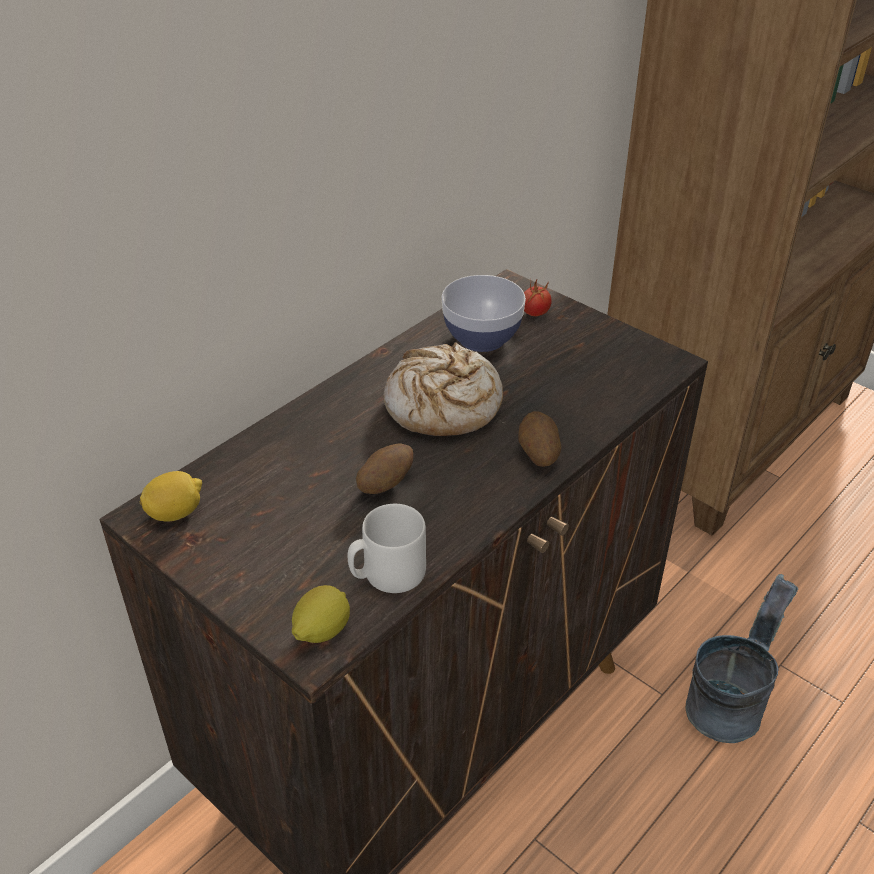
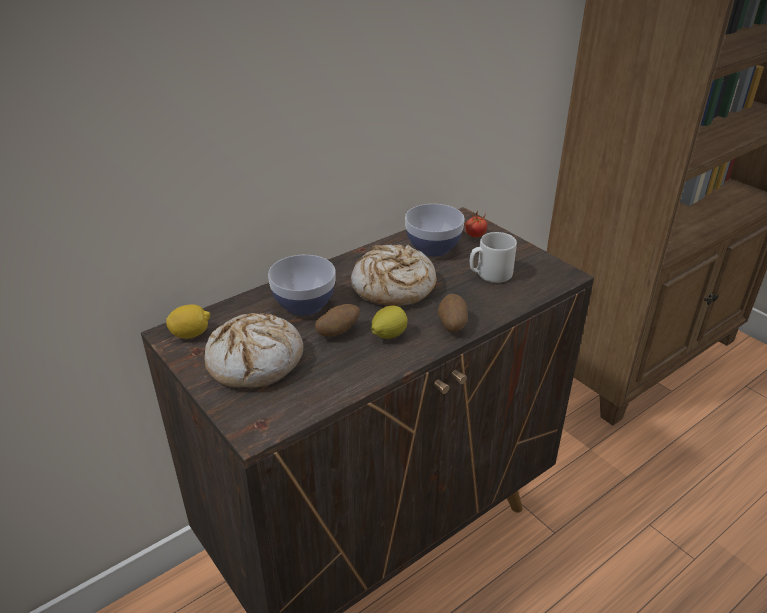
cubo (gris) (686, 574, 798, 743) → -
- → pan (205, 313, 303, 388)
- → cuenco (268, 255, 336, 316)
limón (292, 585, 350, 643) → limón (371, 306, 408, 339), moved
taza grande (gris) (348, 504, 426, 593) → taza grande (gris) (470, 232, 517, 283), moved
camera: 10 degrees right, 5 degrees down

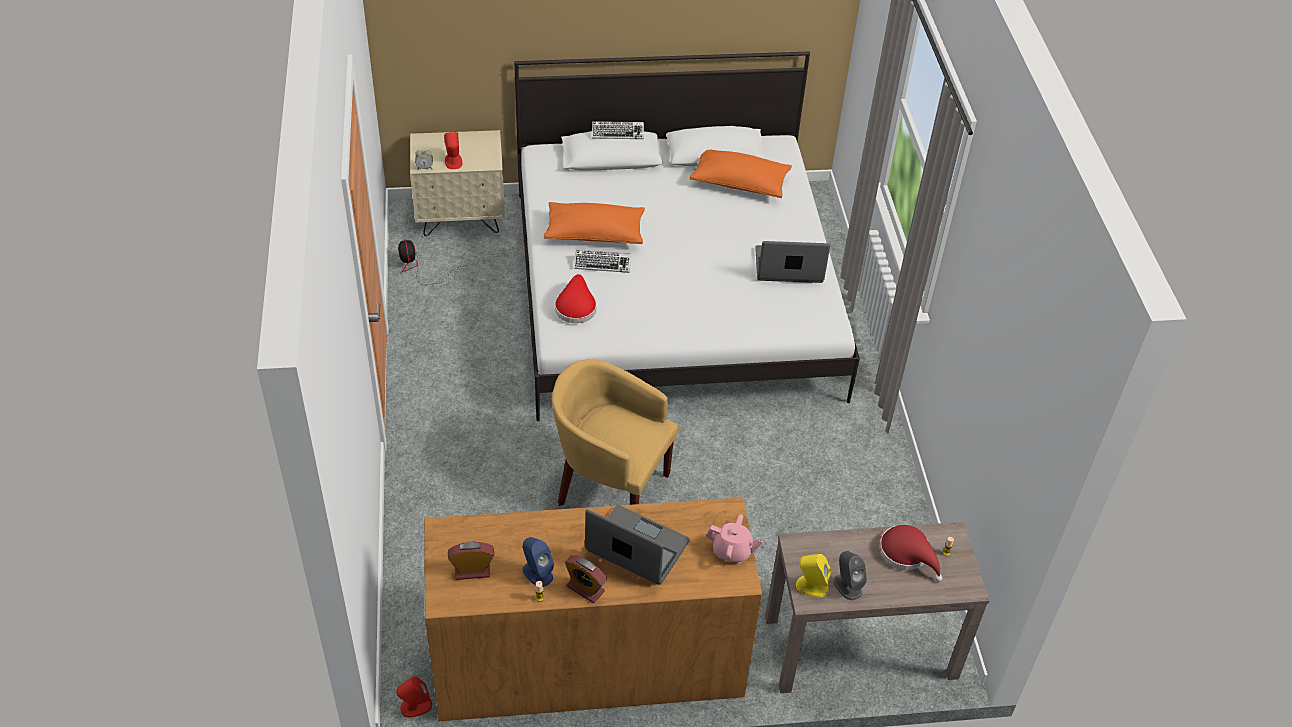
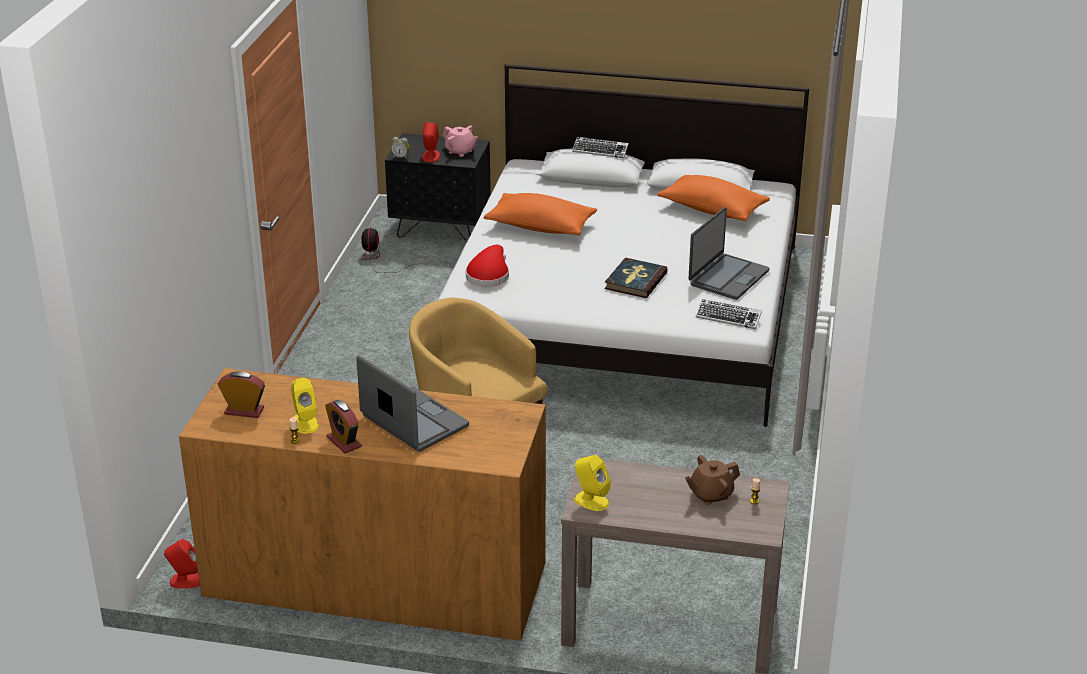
altavoz (gris) (833, 551, 867, 600) → -
- → libro (605, 258, 668, 298)
teclado (574, 250, 631, 273) → teclado (696, 299, 762, 329), moved
tetera (rosa) (706, 514, 763, 563) → tetera (rosa) (443, 125, 478, 157), moved
sombrero (rojo) (879, 525, 943, 582) → tetera (marrón) (685, 455, 740, 505)
mesita de noche (beis) (410, 130, 505, 236) → mesita de noche (negro) (385, 133, 491, 242)
altavoz (azul) (523, 537, 554, 587) → altavoz (amarillo) (291, 378, 319, 434)
portátil (755, 241, 830, 283) → portátil (689, 207, 770, 300), 105 degrees clockwise
camera: 20 degrees right, 15 degrees down

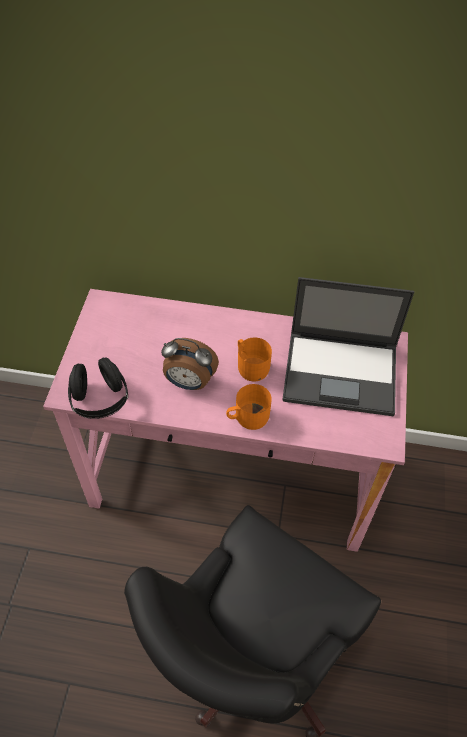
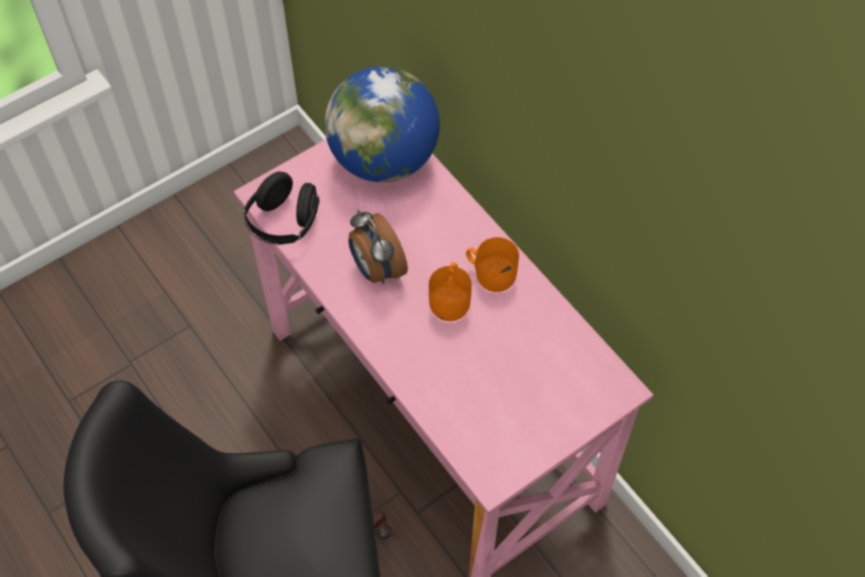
portátil (282, 277, 414, 416) → -
- → globo terráqueo (325, 66, 440, 182)
taza grande (naranja) (226, 384, 272, 430) → taza grande (naranja) (466, 237, 519, 292), moved
camera: 45 degrees right, 5 degrees up

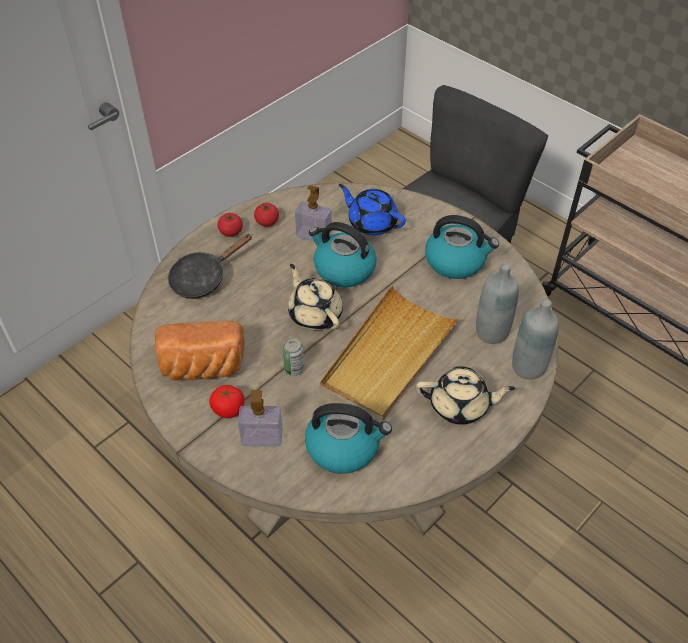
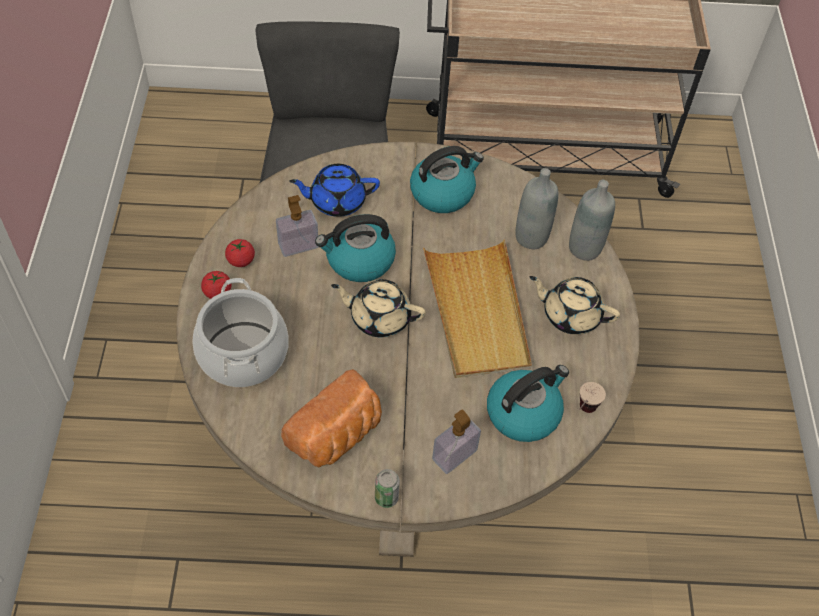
tomate (209, 385, 244, 418) → -
- → taza (580, 382, 606, 413)
lata (282, 338, 304, 376) → lata (375, 469, 400, 508), moved
sartén (negro) (168, 234, 252, 299) → olla (192, 278, 289, 387)
tetera (beis) (416, 366, 515, 425) → tetera (beis) (530, 276, 620, 335), 120 degrees counterclockwise
camera: 45 degrees left, 5 degrees up

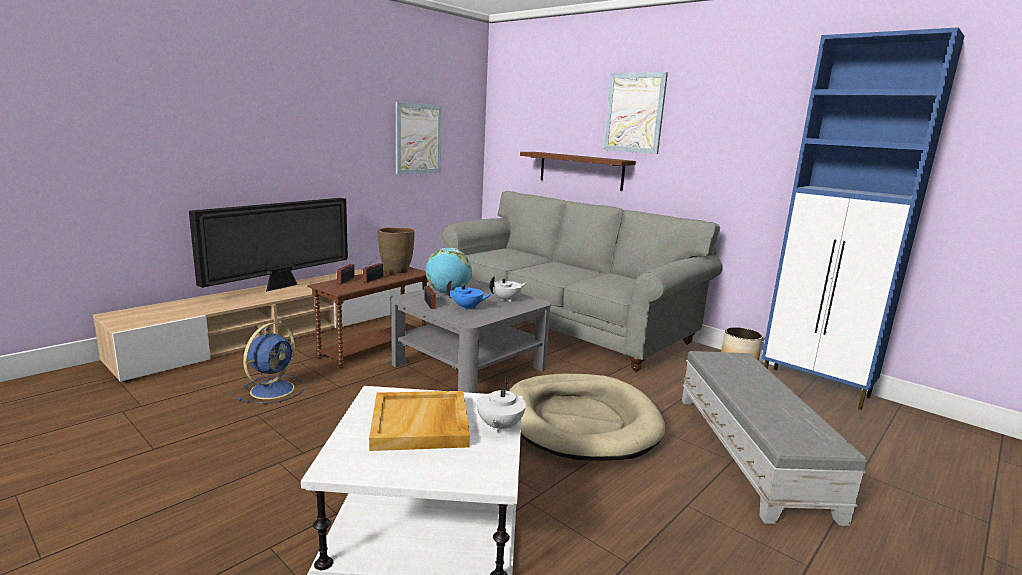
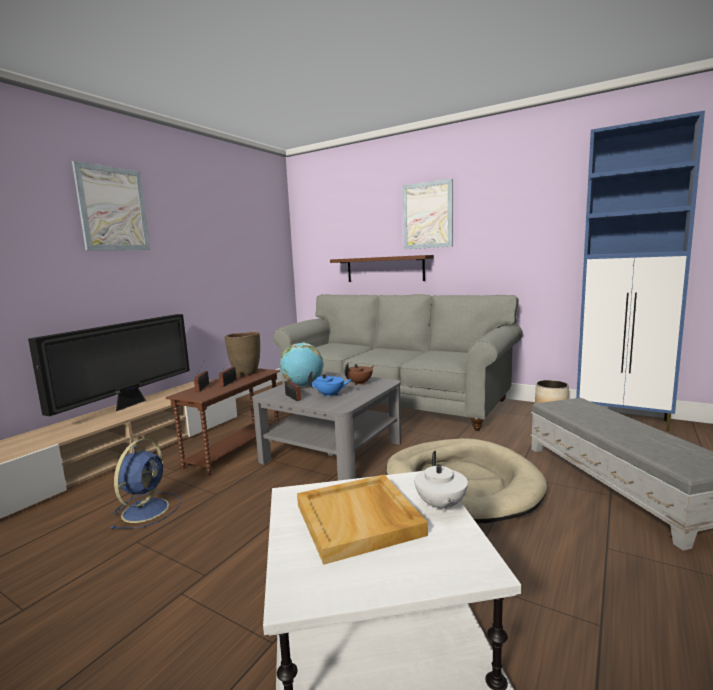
cuadro (396, 102, 442, 174) → cuadro (72, 161, 150, 250), moved
tetera (blanco) (489, 276, 526, 302) → tetera (marrón) (344, 363, 374, 385)
camera: 10 degrees left, 5 degrees down

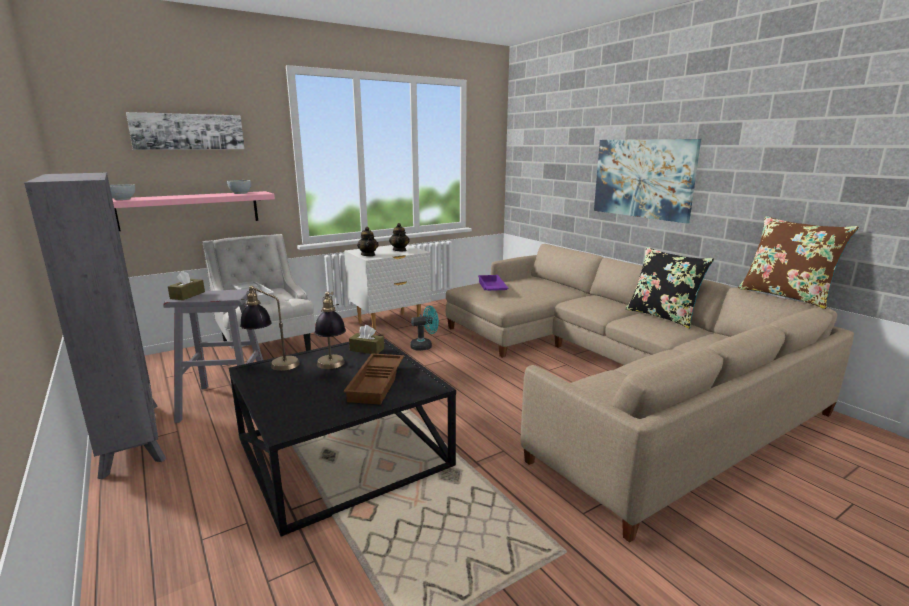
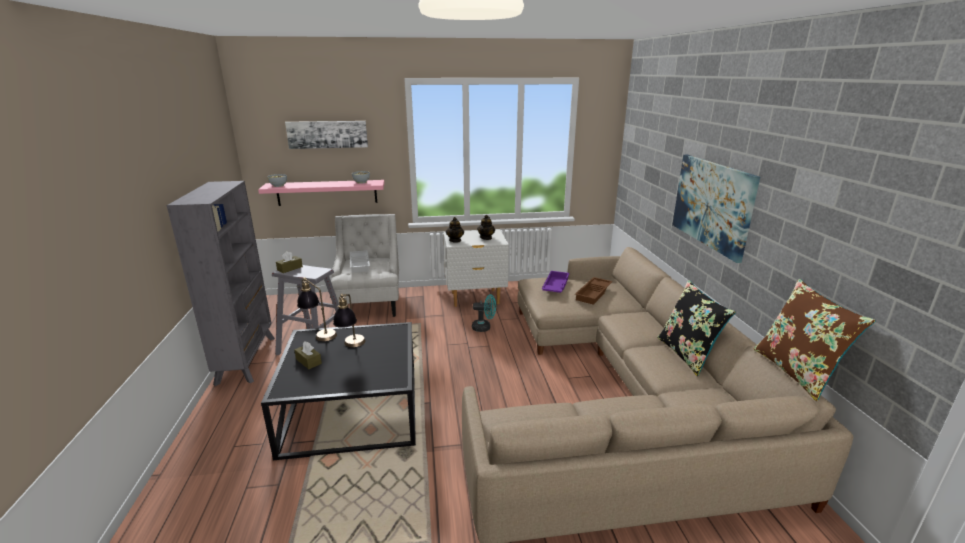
bandeja (marrón) (343, 353, 404, 405) → bandeja (marrón) (575, 277, 612, 305), moved
caja de pañuelos (marrón) (349, 325, 384, 354) → caja de pañuelos (marrón) (294, 341, 322, 369), moved
camera: 25 degrees right, 5 degrees up

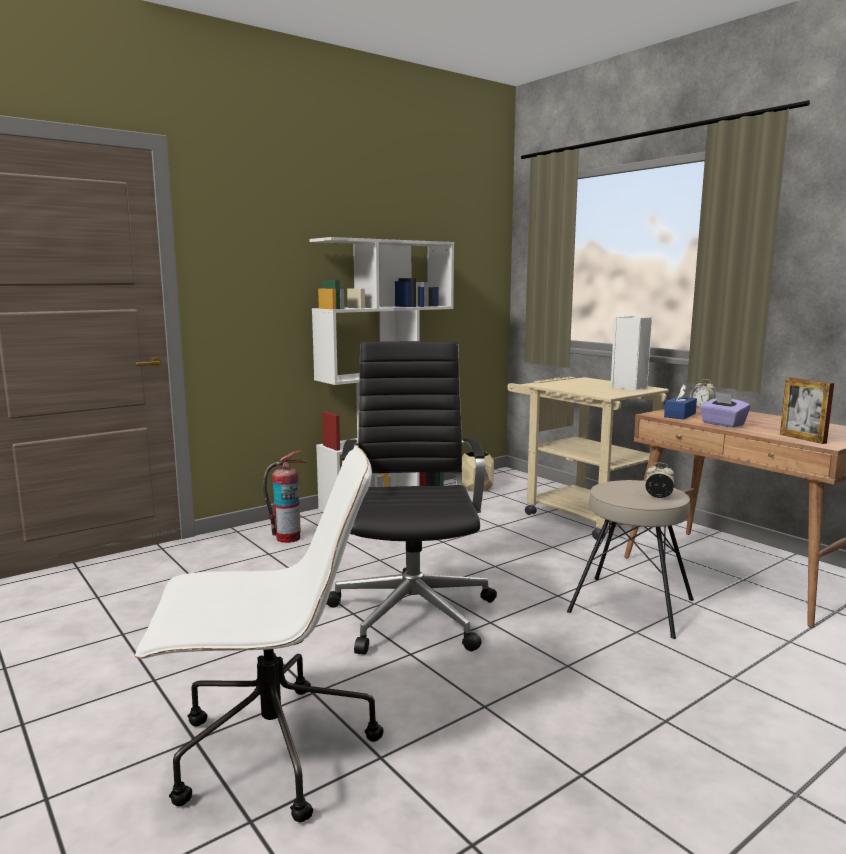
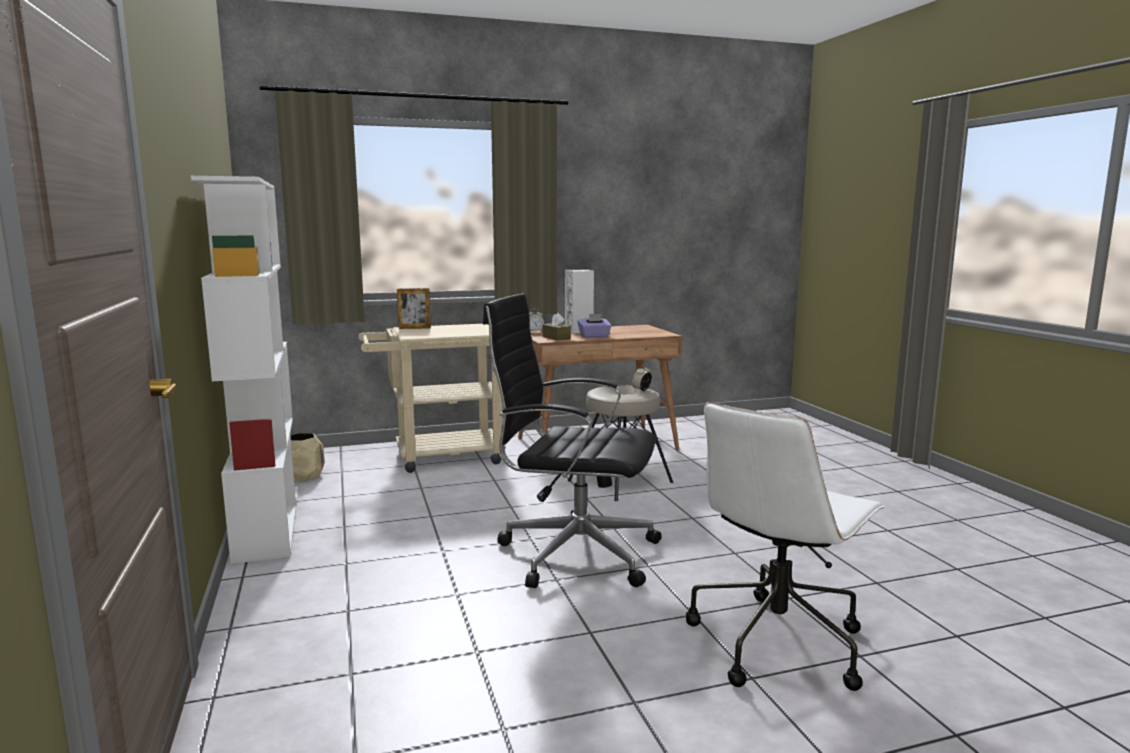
extintor (263, 450, 306, 543) → -
altavoz (blanco) (610, 316, 652, 390) → altavoz (blanco) (565, 270, 594, 333), moved
portarretratos (780, 377, 834, 444) → portarretratos (397, 288, 431, 329), moved
caja de pañuelos (azul) (664, 384, 697, 420) → caja de pañuelos (marrón) (542, 313, 571, 341)
silla de oficina (blanco) (135, 447, 384, 822) → silla de oficina (blanco) (686, 402, 884, 691), 150 degrees counterclockwise
camera: 70 degrees left, 0 degrees up

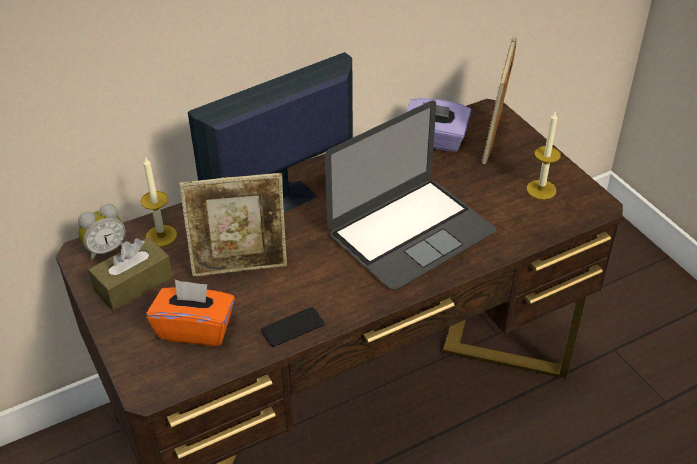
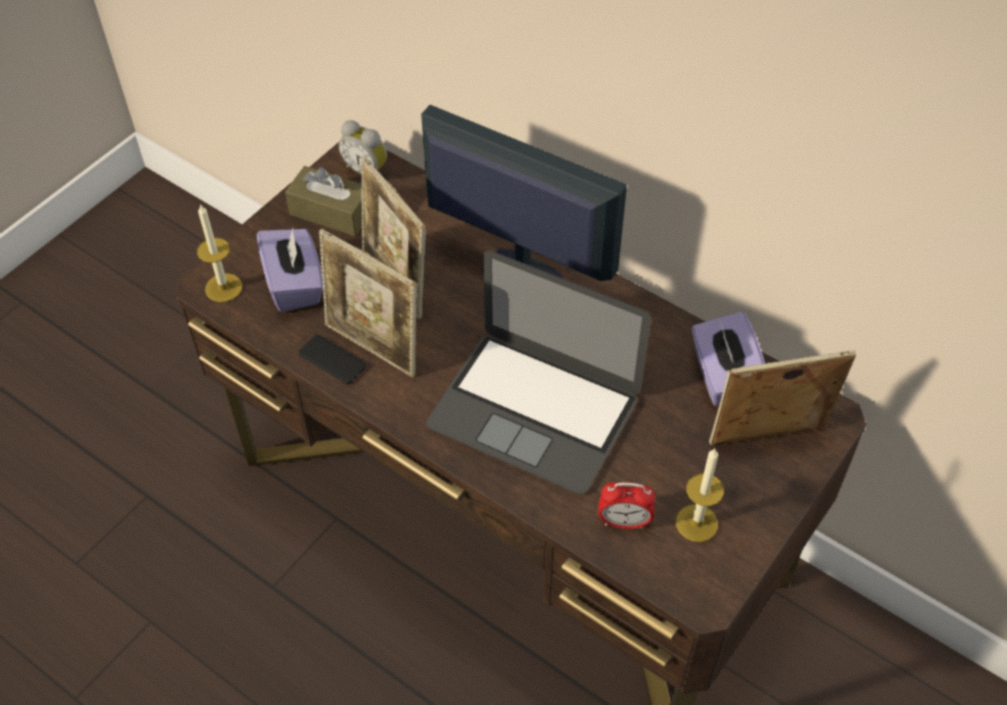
- → portarretratos (319, 229, 417, 377)
- → despertador (598, 482, 656, 529)
vela (140, 156, 177, 247) → vela (197, 204, 242, 302), moved
caja de pañuelos (naranja) (146, 279, 235, 346) → caja de pañuelos (morado) (257, 228, 323, 312)
camera: 65 degrees right, 10 degrees up

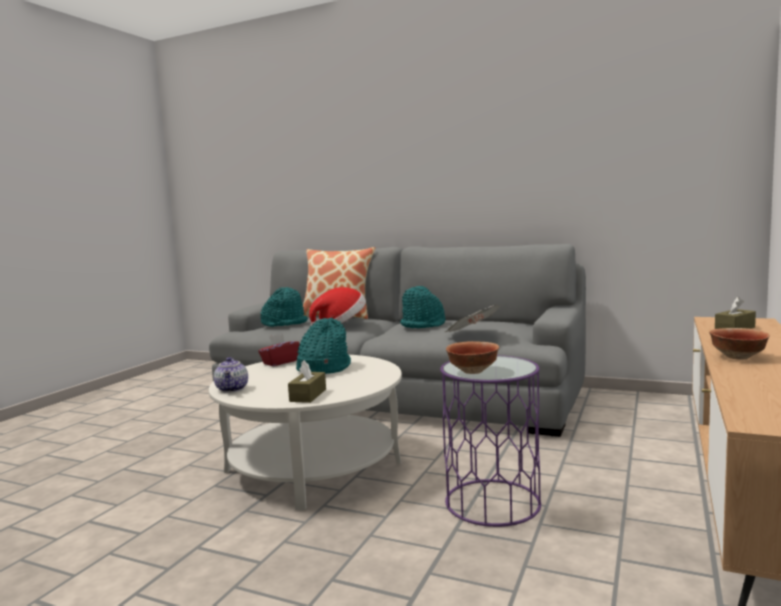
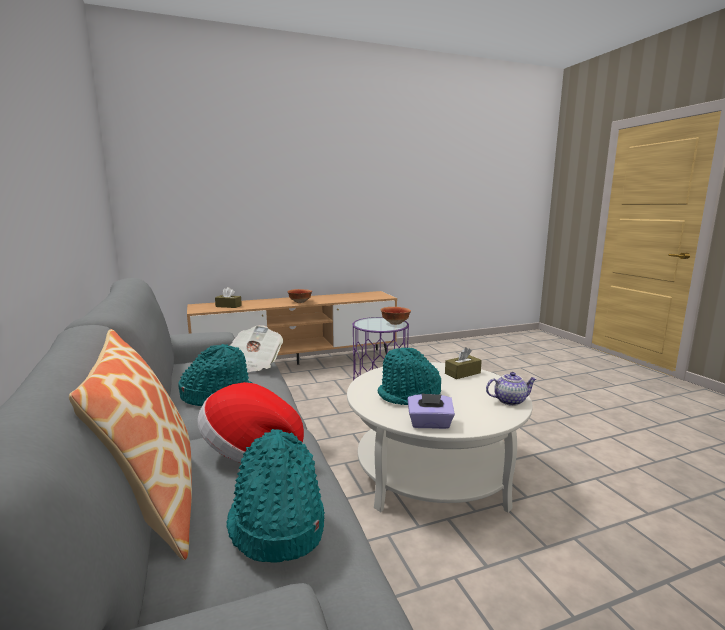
caja de pañuelos (rojo) (258, 333, 300, 366) → caja de pañuelos (morado) (408, 393, 455, 429)
tetera (214, 357, 248, 393) → tetera (486, 372, 537, 406), 45 degrees clockwise
camera: 135 degrees left, 5 degrees up

